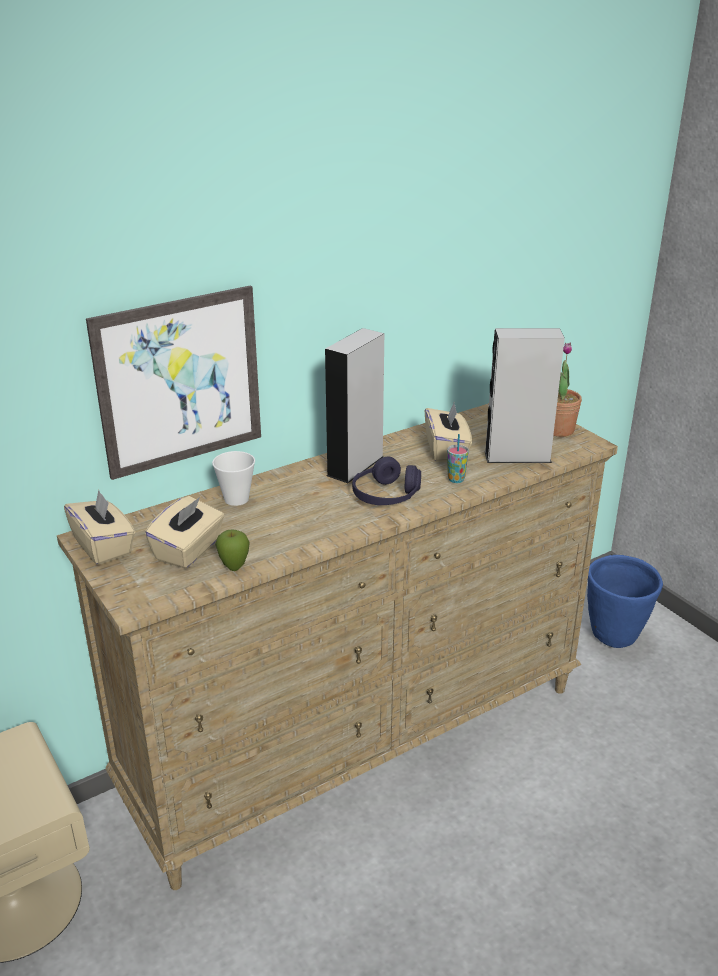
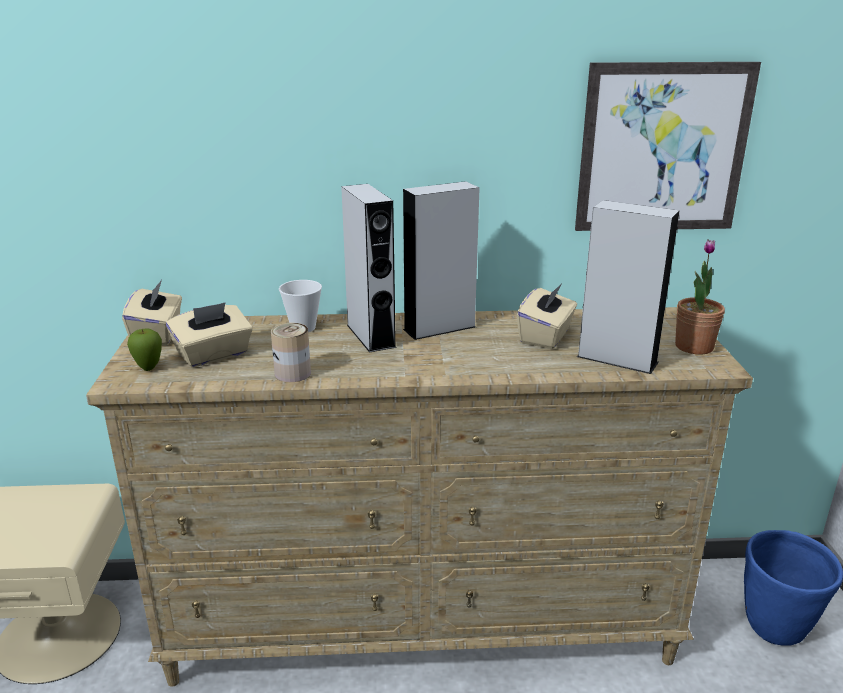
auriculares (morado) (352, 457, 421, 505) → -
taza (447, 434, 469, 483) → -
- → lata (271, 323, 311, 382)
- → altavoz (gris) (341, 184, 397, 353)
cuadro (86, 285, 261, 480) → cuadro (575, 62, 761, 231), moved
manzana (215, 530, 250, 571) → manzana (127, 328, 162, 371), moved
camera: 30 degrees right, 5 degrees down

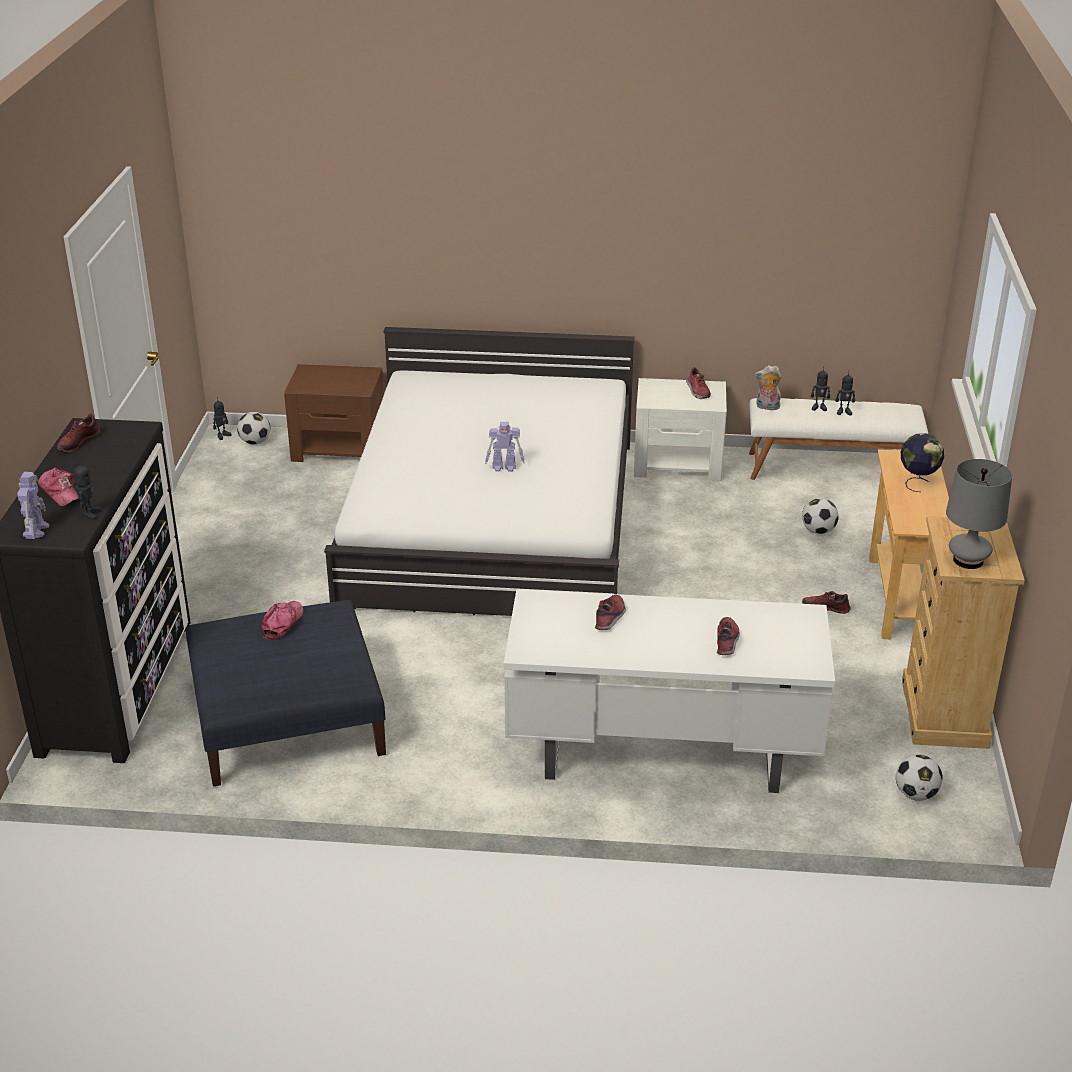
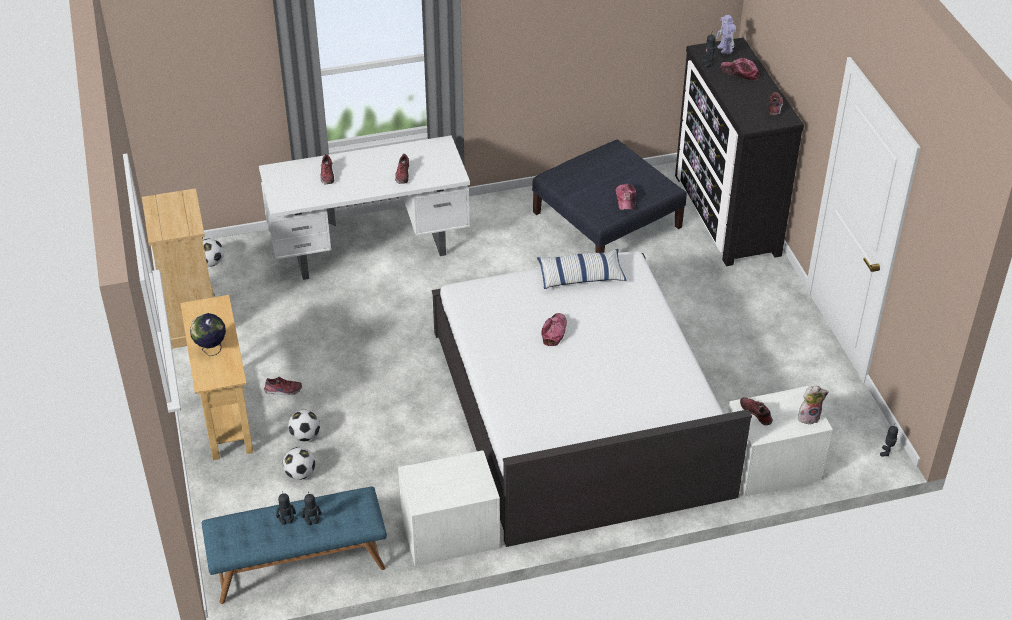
lámpara de mesa (gris) (946, 459, 1012, 569) → -
- → cojín (537, 249, 627, 289)
balón de fútbol (237, 412, 270, 445) → balón de fútbol (288, 410, 320, 441), moved
zapato (686, 367, 711, 399) → zapato (740, 397, 773, 425), moved
peluche (755, 365, 781, 410) → peluche (798, 386, 829, 424), moved
robot de juguete (485, 422, 524, 472) → gorra (541, 313, 567, 346)
mesita de noche (marrón) (284, 364, 384, 462) → mesita de noche (blanco) (728, 386, 833, 497)
banco (blanco) (749, 398, 928, 480) → banco (azul) (202, 486, 387, 604)
camera: 160 degrees right, 10 degrees up

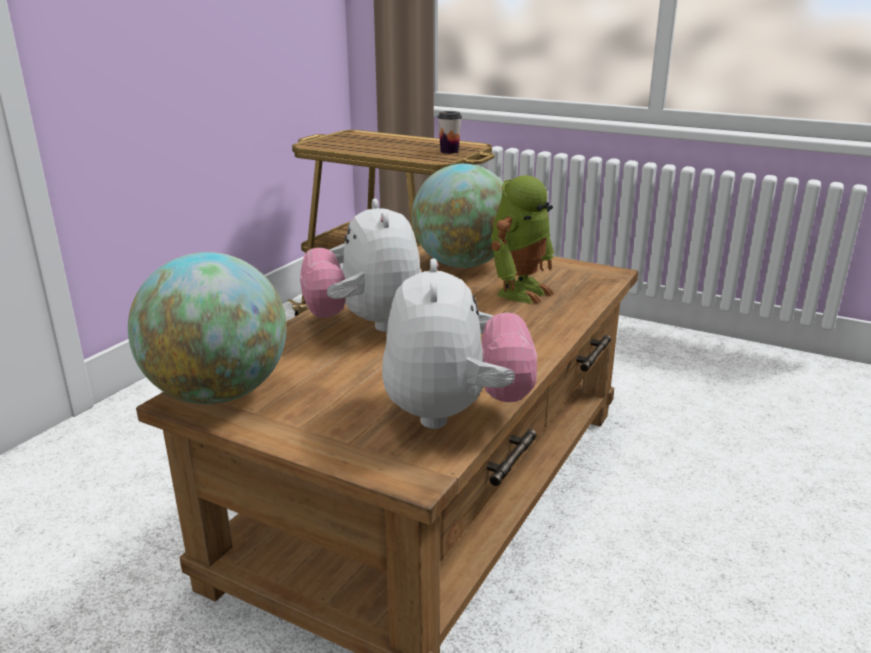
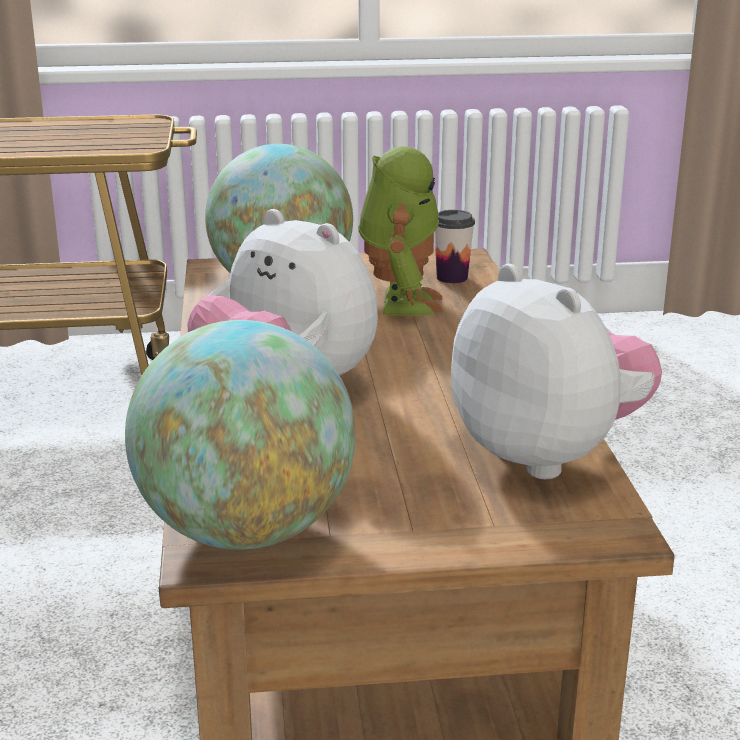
taza (438, 111, 462, 154) → taza (434, 210, 475, 283), moved
camera: 35 degrees left, 0 degrees up

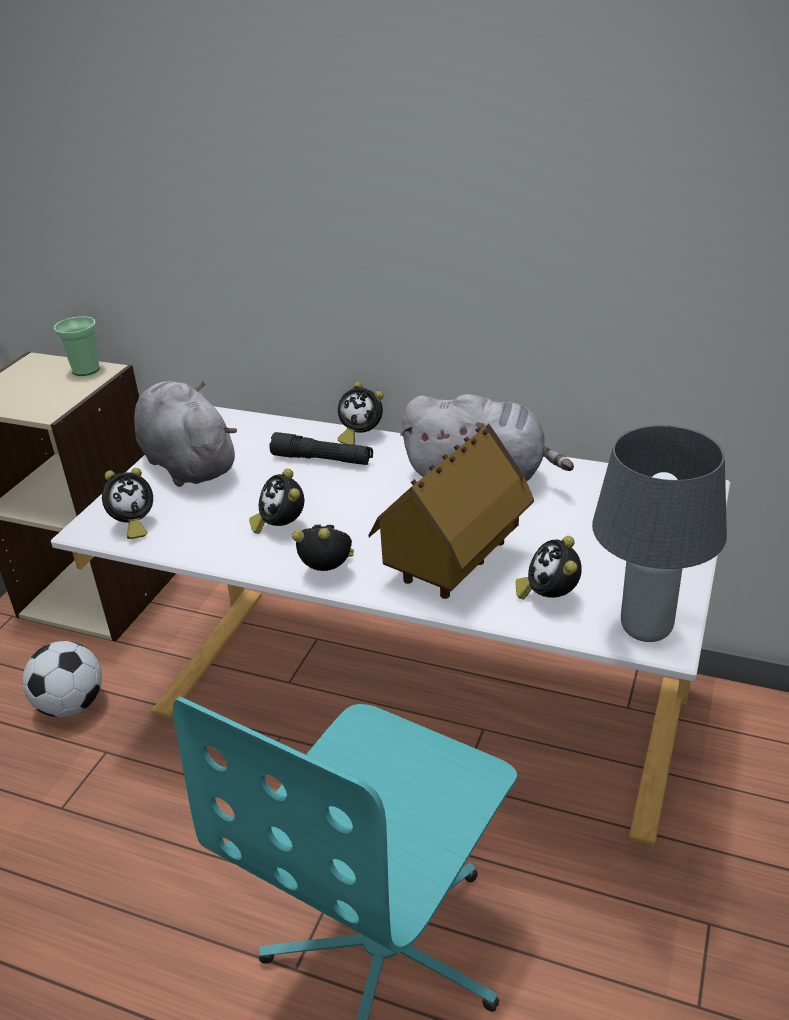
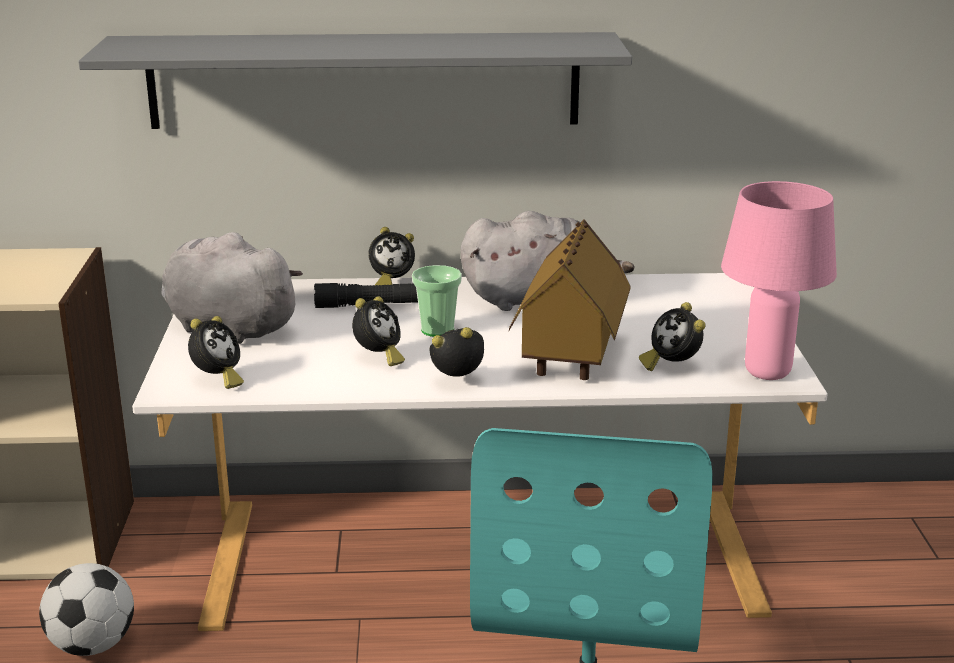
- → estante (gris) (78, 32, 632, 129)
taza (54, 317, 100, 376) → taza (412, 265, 462, 337), moved
lámpara de mesa (gris) (592, 425, 727, 642) → lámpara de mesa (rosa) (721, 181, 837, 380)
despertador (249, 469, 304, 534) → despertador (352, 296, 405, 366), 105 degrees counterclockwise
camera: 25 degrees left, 10 degrees down

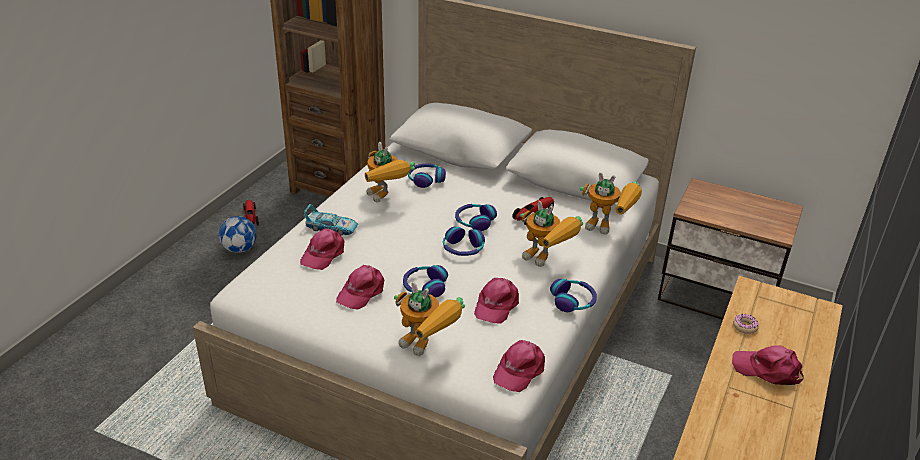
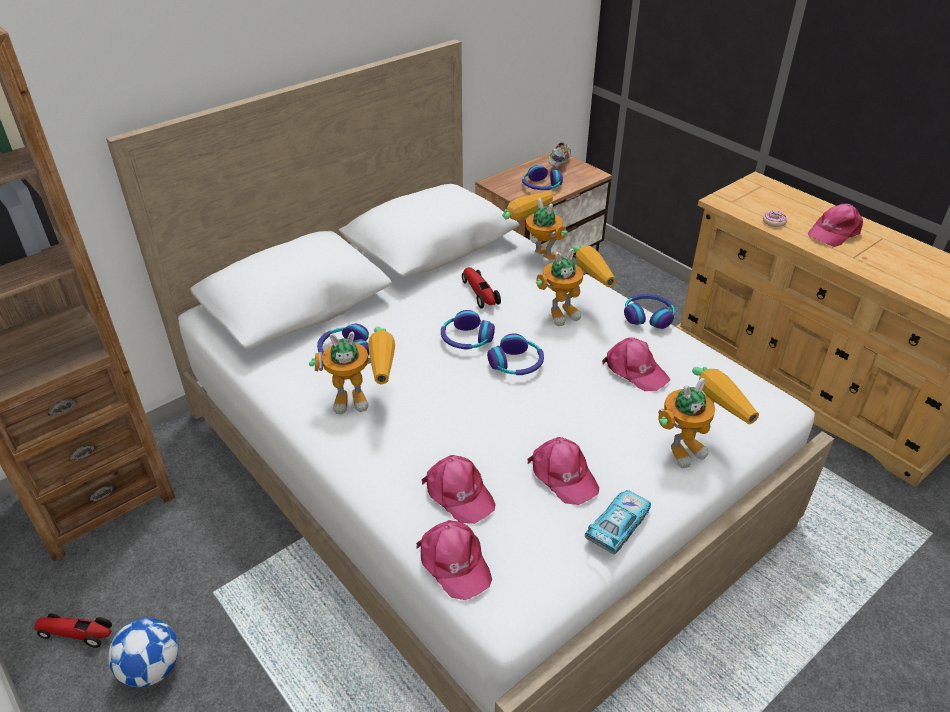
- → zapato (548, 142, 571, 167)
coche de juguete (304, 204, 358, 236) → coche de juguete (585, 490, 651, 555), moved
auriculares (403, 265, 448, 298) → auriculares (522, 165, 563, 190), moved
gorra (rosa) (493, 340, 545, 392) → gorra (rosa) (416, 520, 492, 600), moved
robot de juguete (580, 172, 642, 235) → robot de juguete (502, 192, 568, 260), 90 degrees counterclockwise
camera: 65 degrees left, 5 degrees up

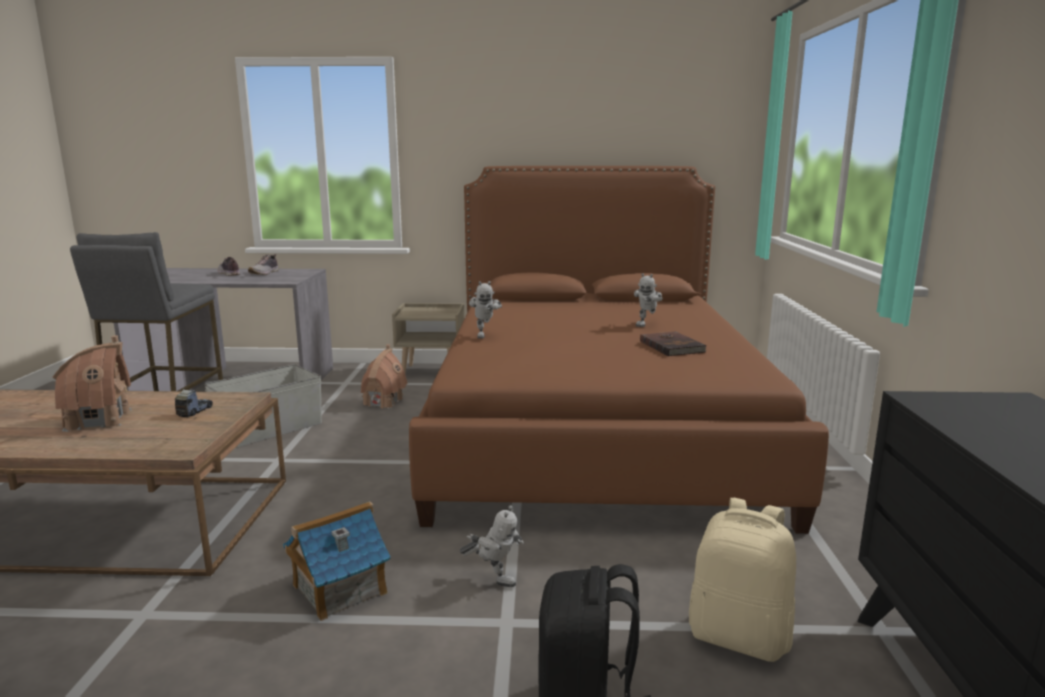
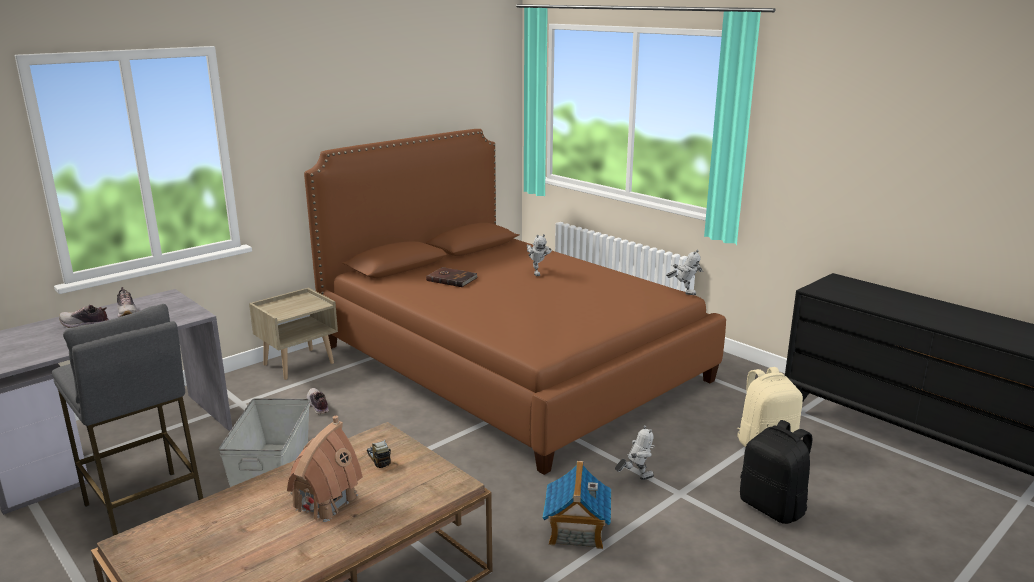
robot de juguete (468, 281, 502, 339) → robot de juguete (666, 250, 703, 295), moved
libro (marrón) (640, 331, 707, 356) → libro (marrón) (426, 267, 478, 287), moved
casita (361, 344, 408, 409) → zapato (306, 388, 329, 414)
camera: 45 degrees left, 5 degrees up

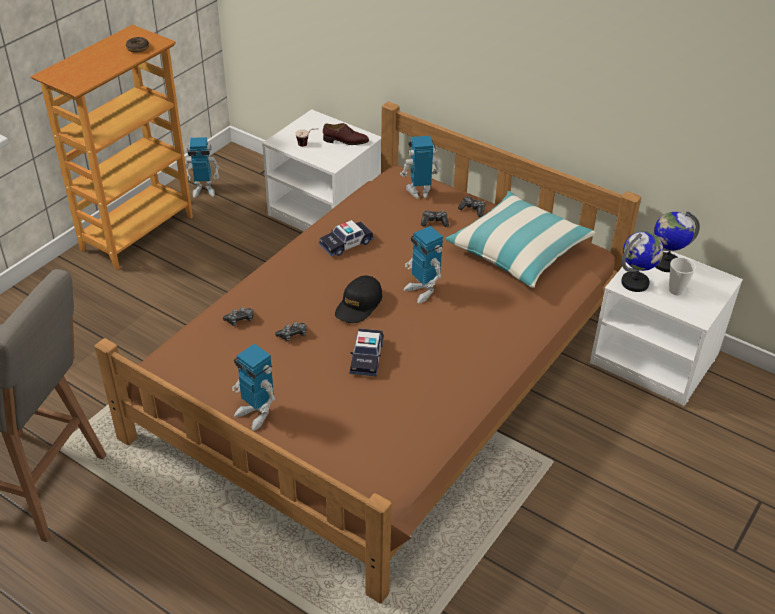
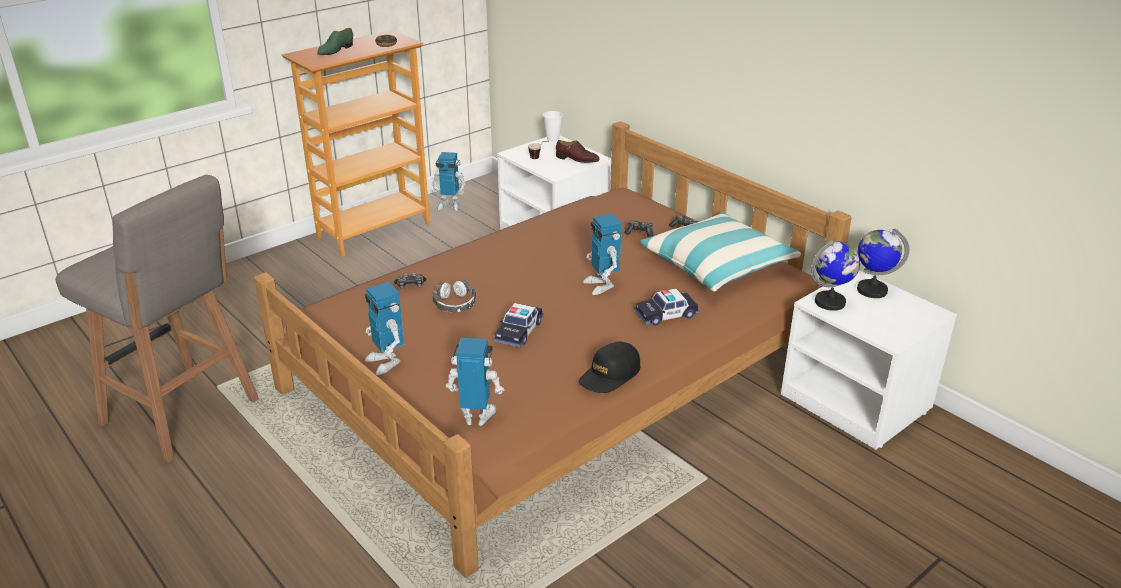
- → zapato (verde) (317, 28, 353, 55)
coche de juguete (319, 220, 374, 256) → coche de juguete (634, 288, 699, 326), moved
gorra (negro) (335, 276, 382, 323) → gorra (negro) (579, 342, 640, 393), moved
robot de juguete (400, 136, 441, 198) → robot de juguete (446, 338, 505, 426), moved
taza (669, 257, 696, 295) → taza (543, 111, 563, 142), moved
mando de consola (275, 322, 307, 342) → auriculares (432, 280, 476, 313)
camera: 15 degrees right, 10 degrees down

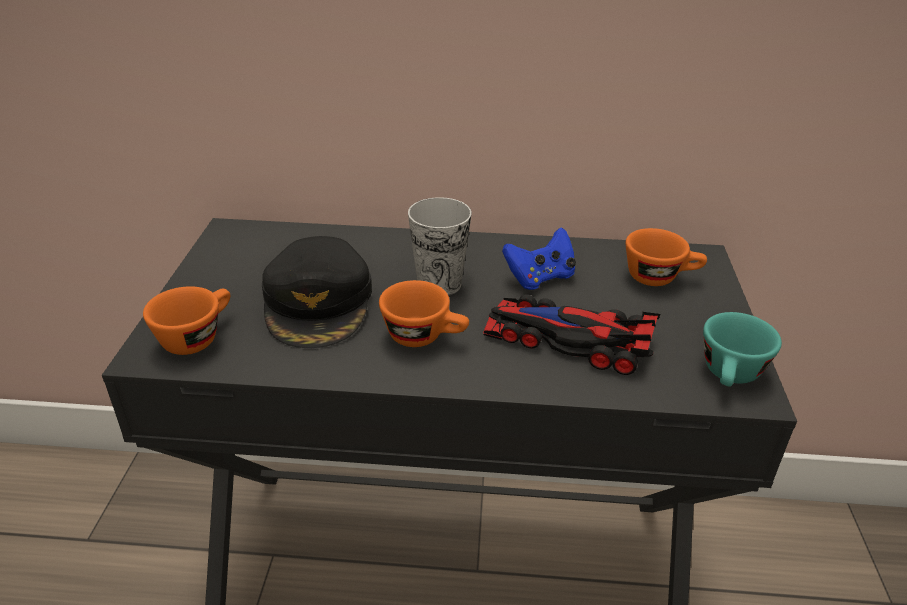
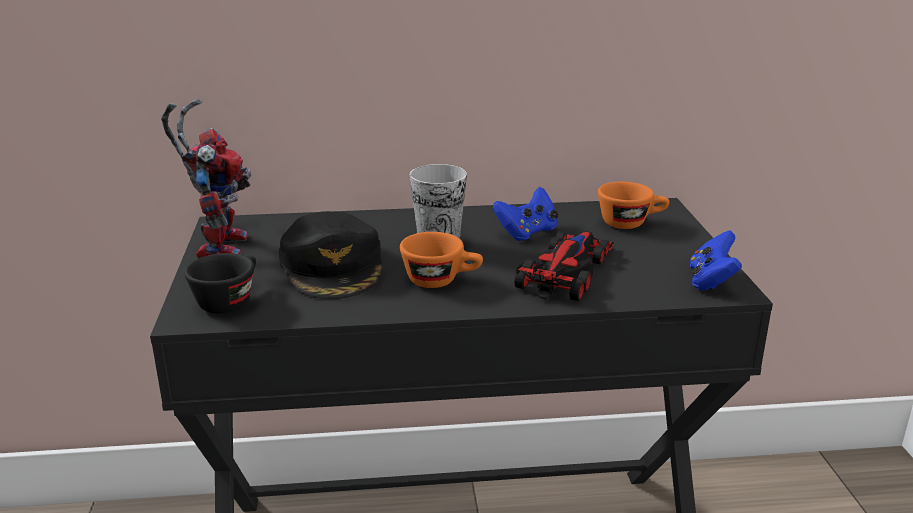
- → robot de juguete (161, 99, 251, 259)
taza (turquesa) (703, 312, 782, 387) → mando de consola (azul) (690, 231, 742, 291)
taza (naranja) (143, 286, 230, 355) → taza (negro) (185, 253, 256, 314)
coche de juguete (483, 295, 660, 375) → coche de juguete (514, 231, 614, 301), 105 degrees clockwise
camera: 10 degrees left, 10 degrees down

